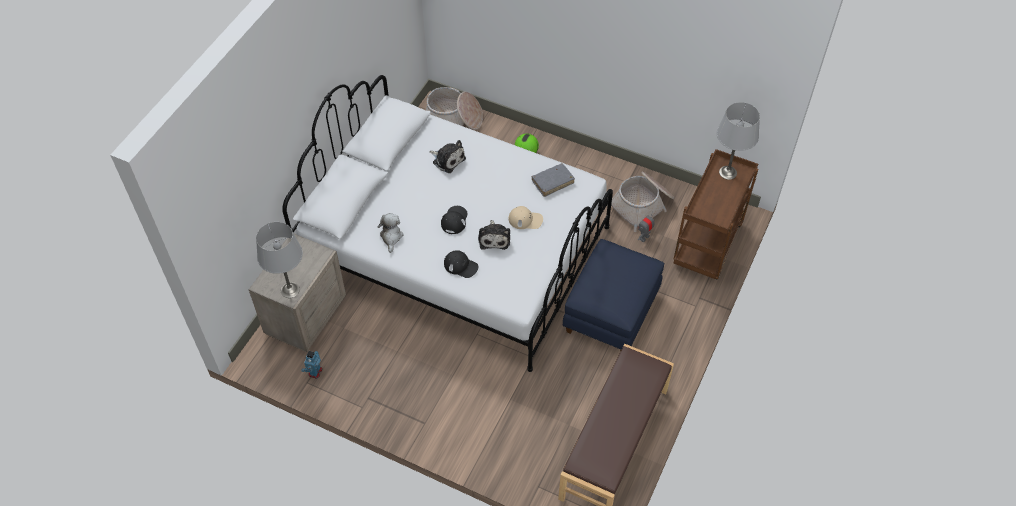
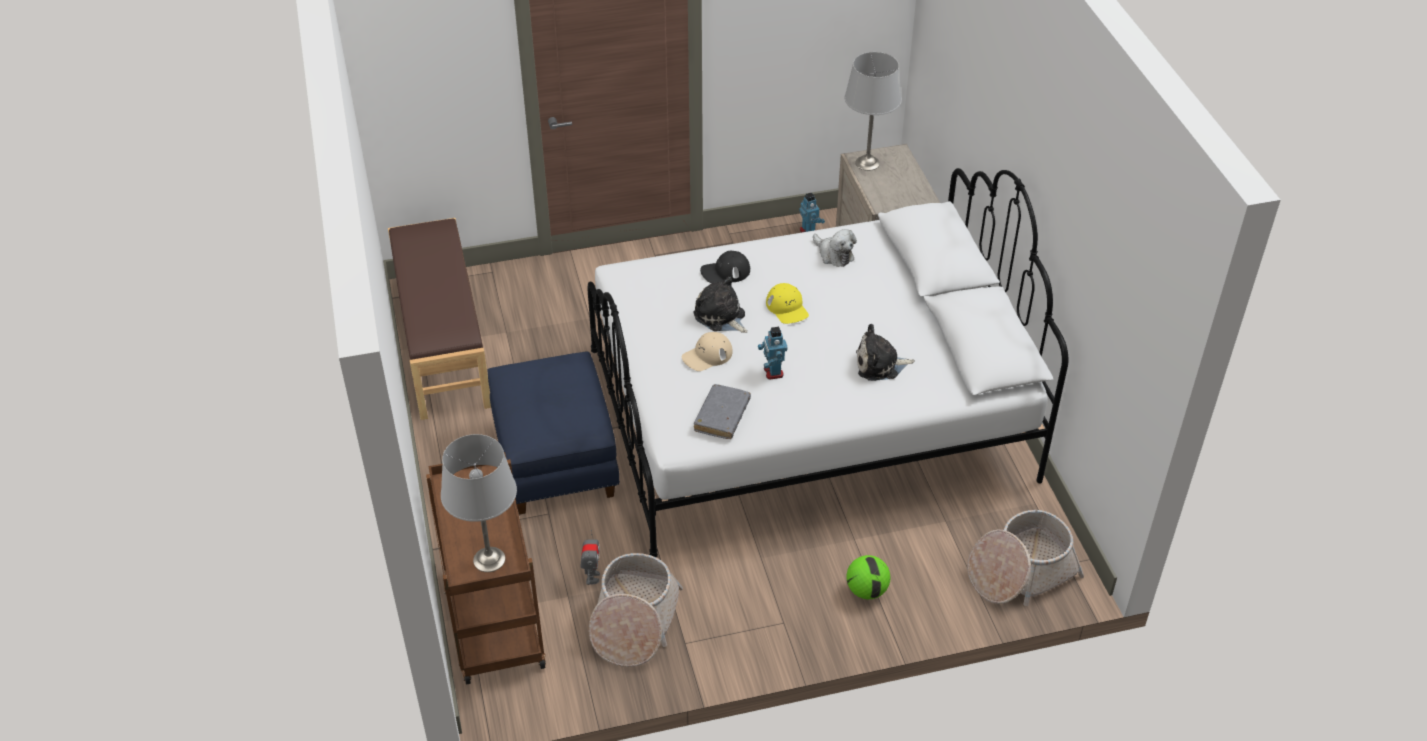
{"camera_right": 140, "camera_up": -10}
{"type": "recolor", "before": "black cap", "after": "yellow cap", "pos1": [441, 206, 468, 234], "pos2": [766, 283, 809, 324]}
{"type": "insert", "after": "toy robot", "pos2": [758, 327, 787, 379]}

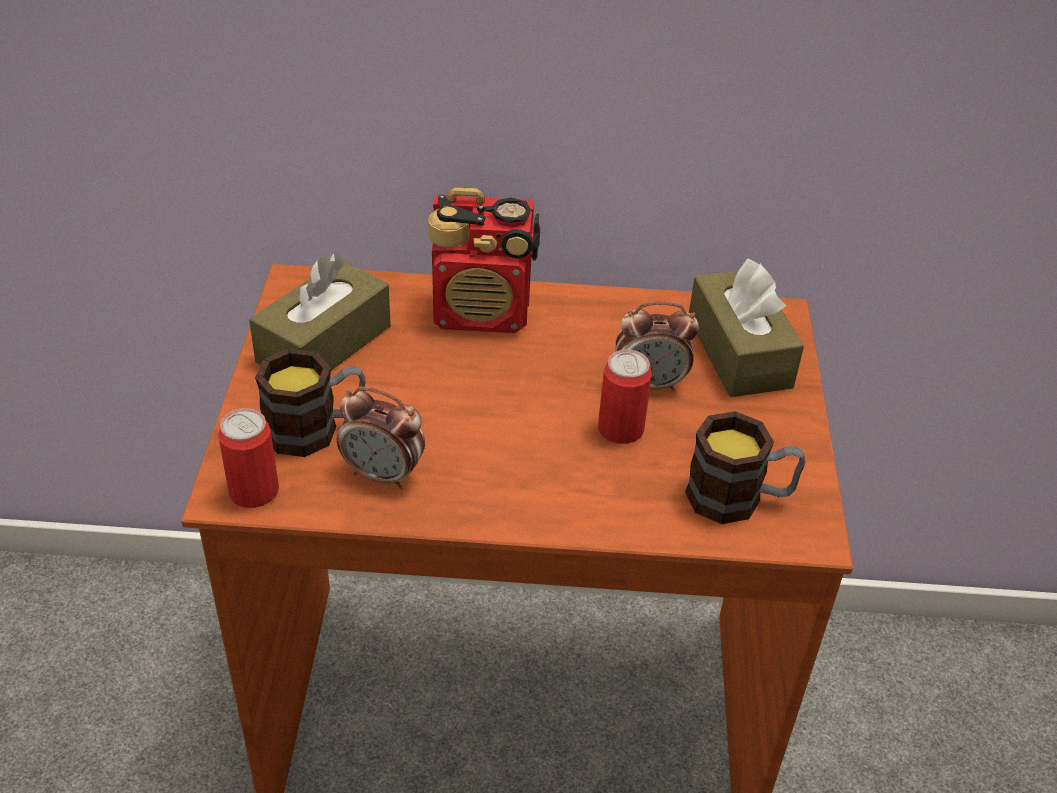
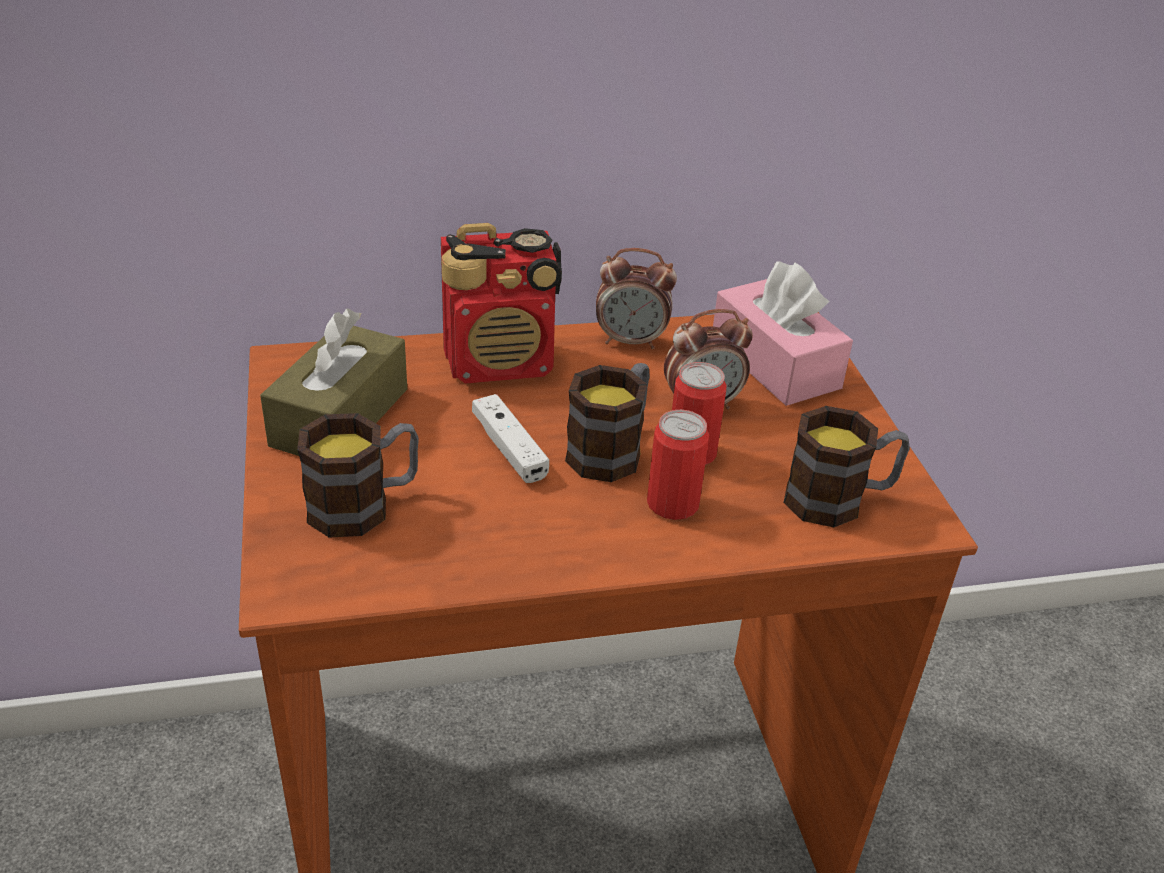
{"camera_right": -15, "camera_up": -5}
{"type": "move", "before": "can", "pos1": [218, 408, 279, 508], "pos2": [647, 410, 709, 520]}
{"type": "move", "before": "alarm clock", "pos1": [337, 387, 425, 490], "pos2": [596, 248, 677, 349]}
{"type": "recolor", "before": "brown tissue box", "after": "pink tissue box", "pos1": [689, 258, 804, 397], "pos2": [713, 261, 853, 406]}
{"type": "insert", "after": "white game controller", "pos2": [472, 394, 549, 483]}
{"type": "insert", "after": "mug", "pos2": [565, 363, 650, 482]}

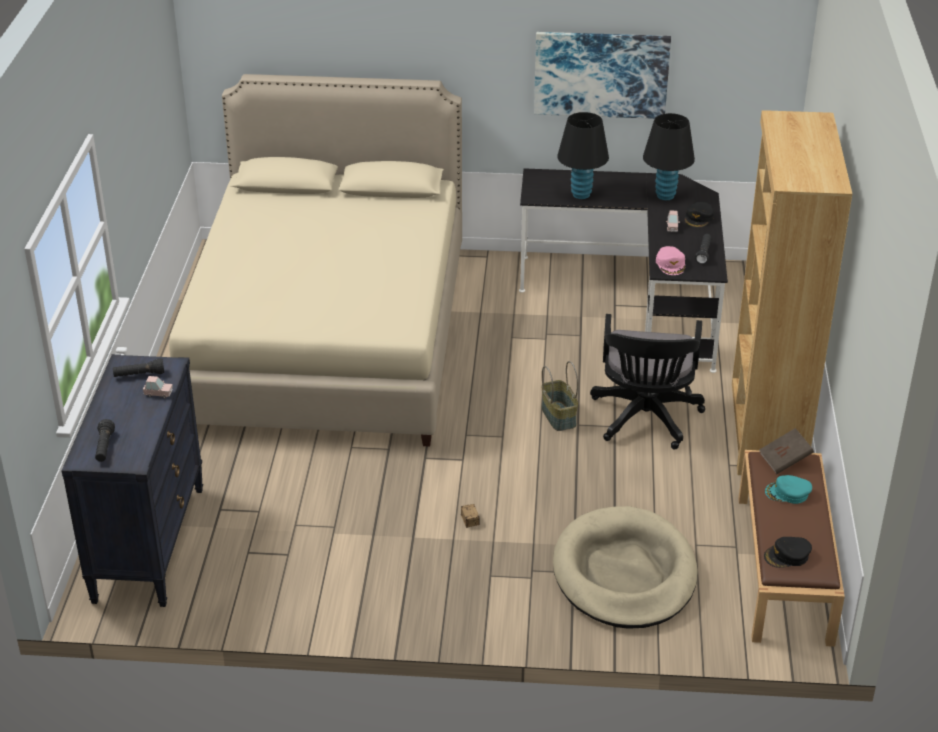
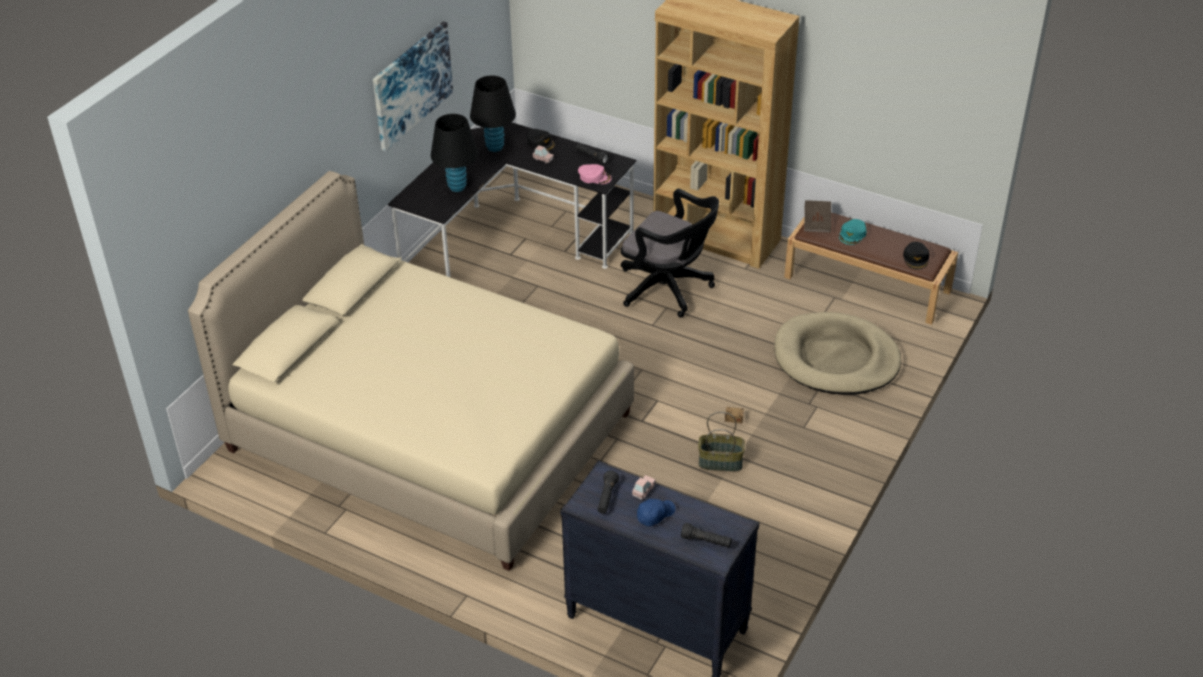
{"camera_right": -65, "camera_up": 5}
{"type": "move", "before": "basket", "pos1": [541, 361, 578, 431], "pos2": [698, 412, 745, 472]}
{"type": "insert", "after": "blue cap", "pos2": [637, 499, 675, 526]}

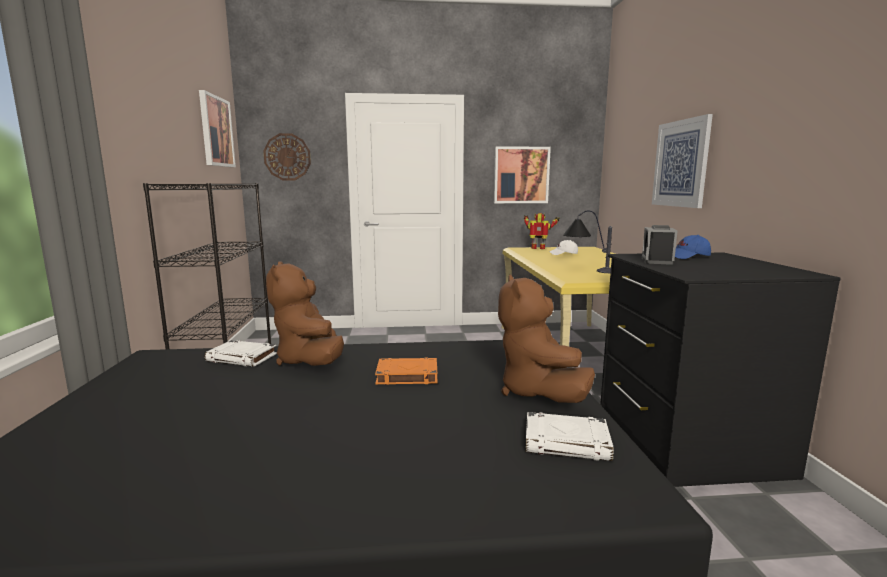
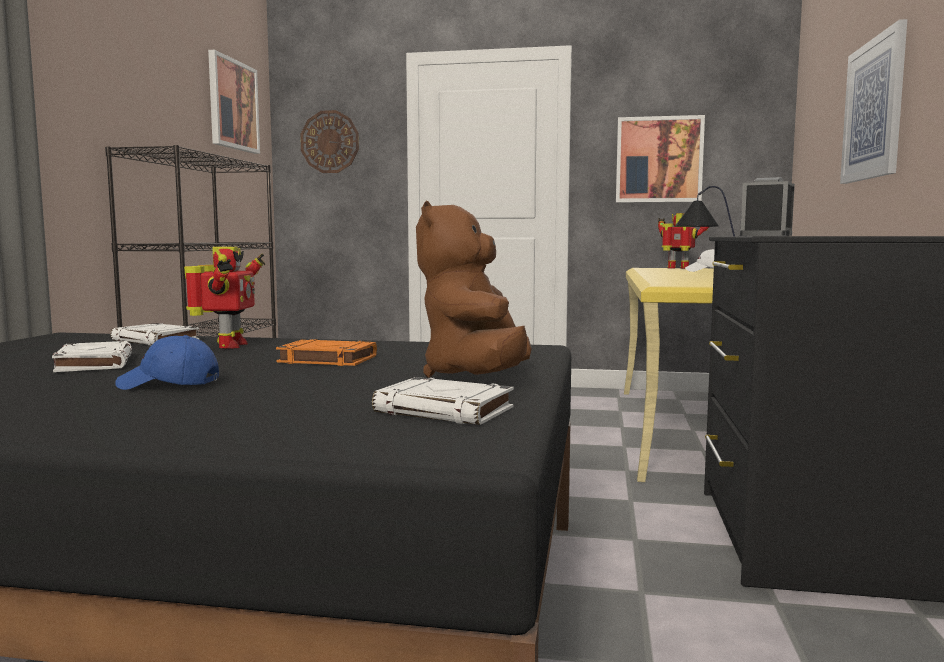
{"camera_right": 15, "camera_up": -5}
{"type": "replace", "before": "brown plush toy", "after": "toy robot", "pos1": [266, 261, 344, 366], "pos2": [184, 247, 265, 349]}
{"type": "move", "before": "blue cap", "pos1": [675, 235, 711, 259], "pos2": [115, 335, 219, 390]}
{"type": "insert", "after": "white book", "pos2": [52, 341, 132, 372]}

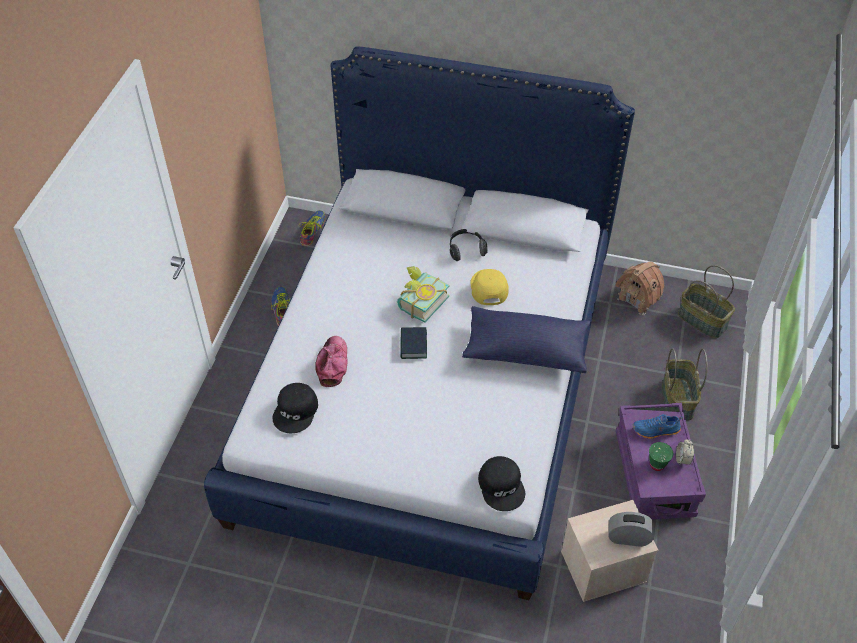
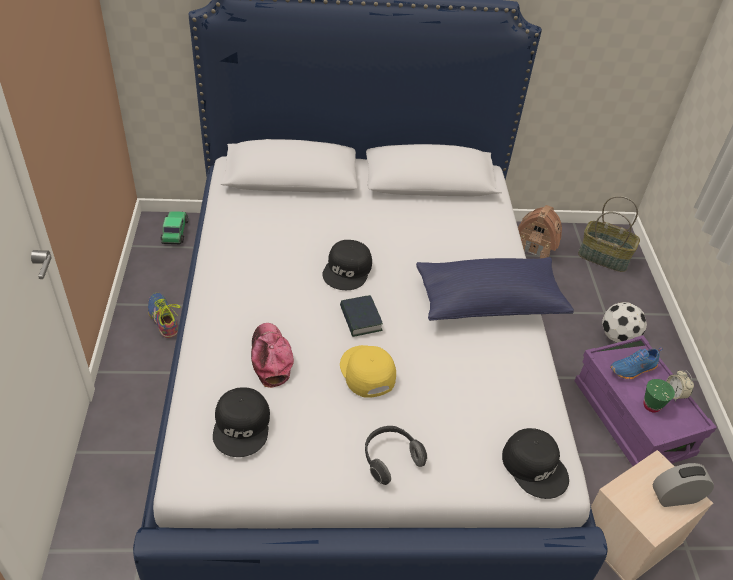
{"camera_right": -20, "camera_up": -5}
{"type": "replace", "before": "shoe", "after": "toy car", "pos1": [299, 210, 325, 246], "pos2": [161, 211, 188, 244]}
{"type": "replace", "before": "book", "after": "black cap", "pos1": [397, 266, 450, 322], "pos2": [322, 240, 372, 290]}
{"type": "move", "before": "headphones", "pos1": [450, 229, 488, 261], "pos2": [365, 426, 427, 485]}
{"type": "move", "before": "yellow cap", "pos1": [470, 269, 509, 305], "pos2": [340, 345, 396, 398]}
{"type": "replace", "before": "basket", "after": "football", "pos1": [662, 348, 708, 421], "pos2": [602, 302, 647, 343]}

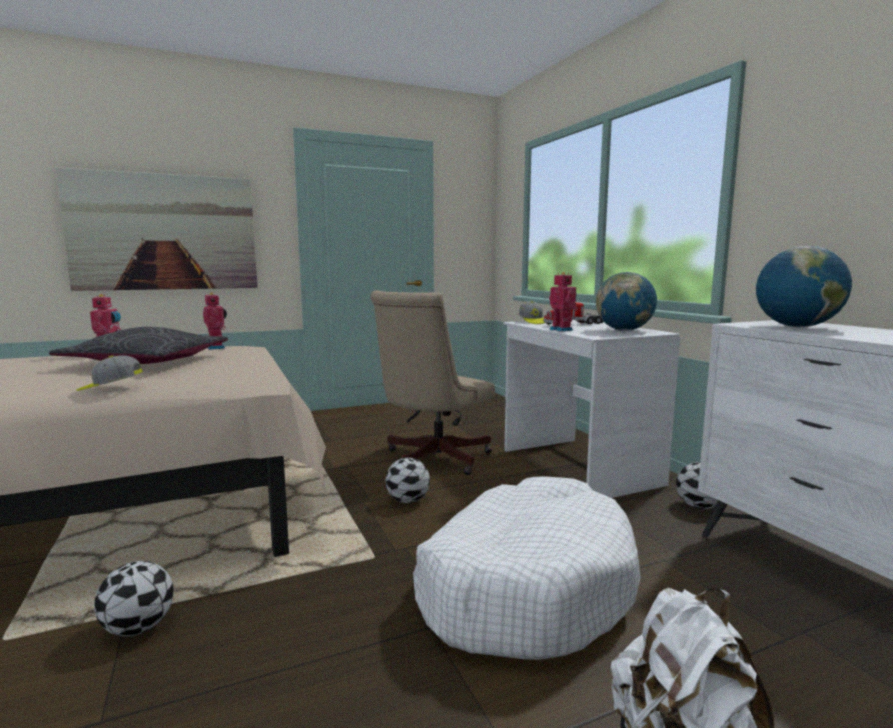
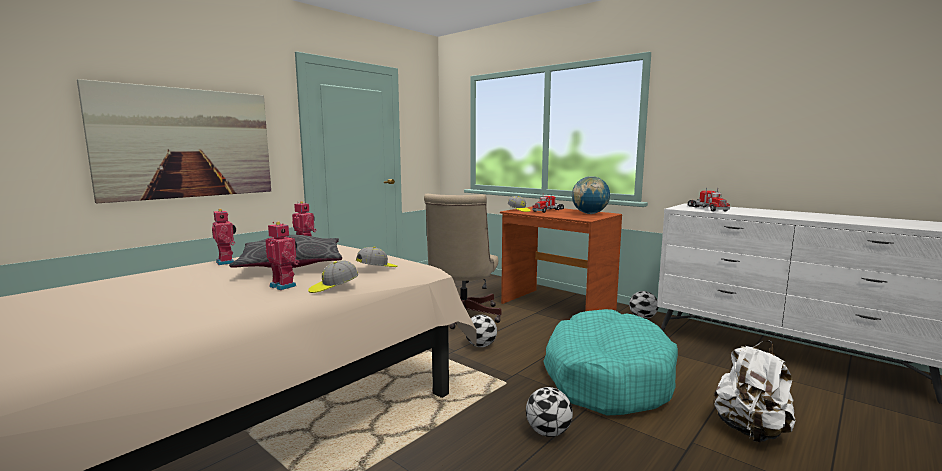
{"camera_right": -25, "camera_up": 0}
{"type": "move", "before": "football", "pos1": [94, 561, 174, 636], "pos2": [526, 387, 573, 437]}
{"type": "recolor", "before": "white dog bed", "after": "turquoise dog bed", "pos1": [413, 476, 641, 660], "pos2": [543, 309, 678, 416]}
{"type": "recolor", "before": "white desk", "after": "brown desk", "pos1": [503, 320, 680, 498], "pos2": [500, 206, 622, 311]}
{"type": "move", "before": "toy robot", "pos1": [549, 272, 578, 332], "pos2": [265, 222, 299, 290]}
{"type": "replace", "before": "globe", "after": "toy truck", "pos1": [756, 246, 852, 327], "pos2": [688, 188, 730, 212]}
{"type": "insert", "after": "cap", "pos2": [356, 246, 398, 267]}

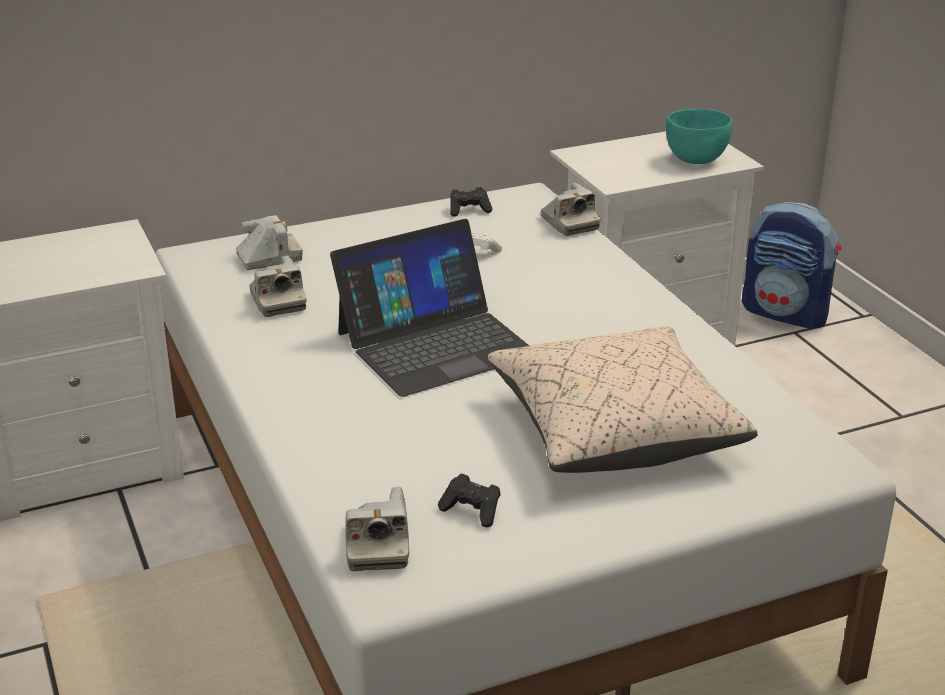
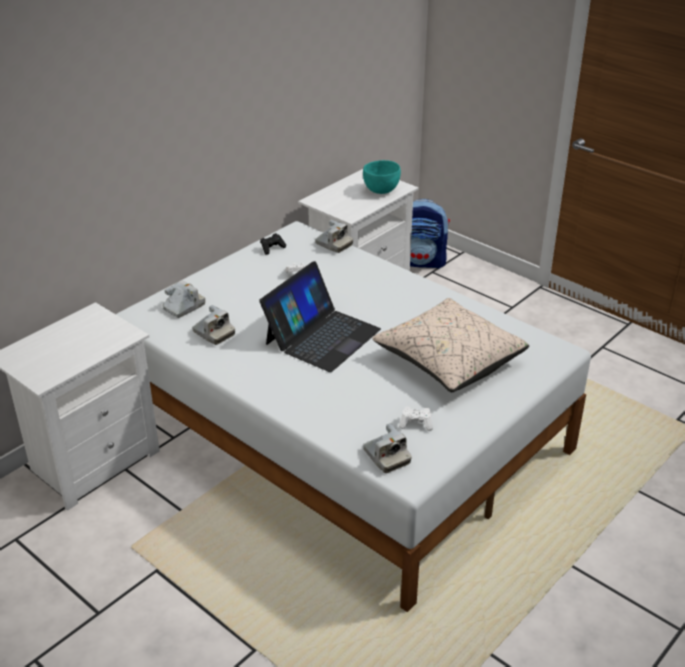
{"camera_right": -25, "camera_up": 5}
{"type": "recolor", "before": "black game controller", "after": "white game controller", "pos1": [438, 474, 501, 527], "pos2": [399, 407, 433, 431]}

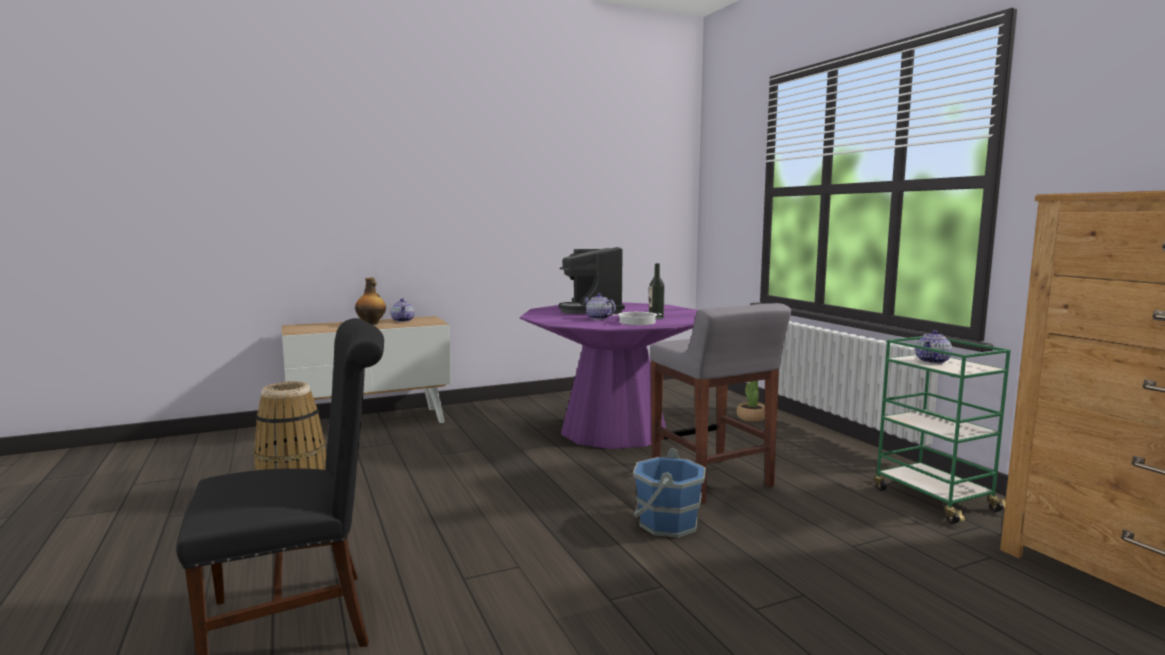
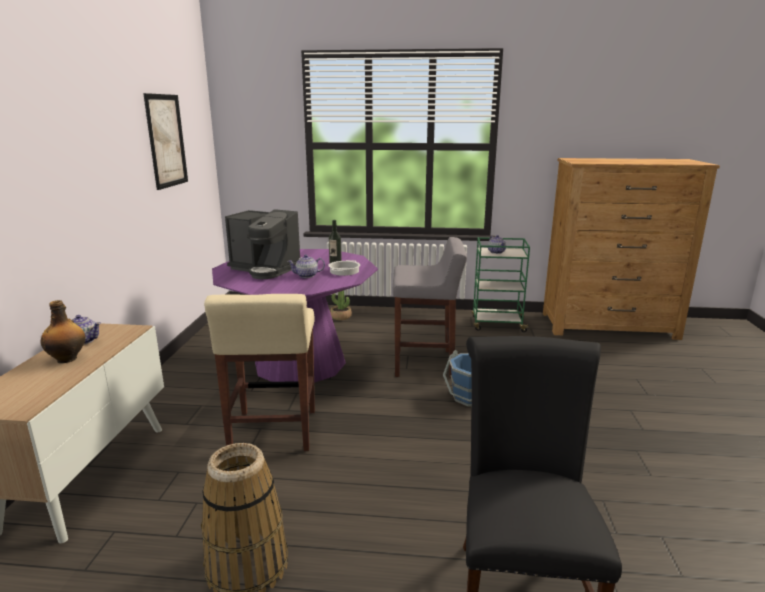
{"camera_right": -60, "camera_up": 10}
{"type": "insert", "after": "picture", "pos2": [143, 93, 188, 190]}
{"type": "insert", "after": "beige stool", "pos2": [204, 294, 315, 451]}

